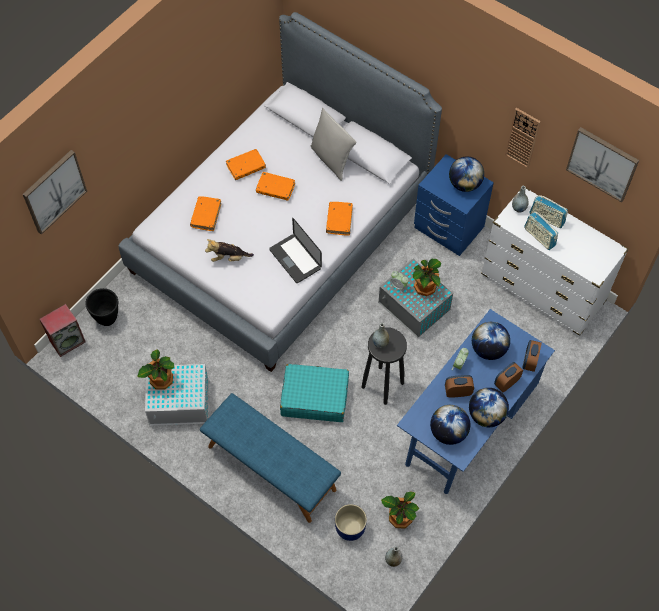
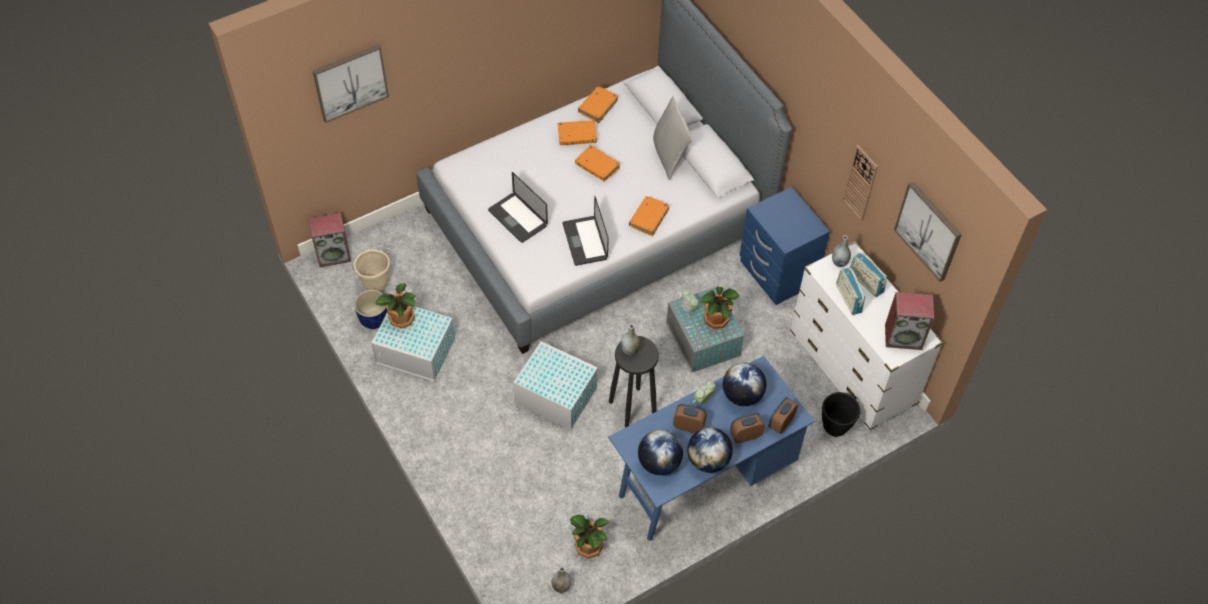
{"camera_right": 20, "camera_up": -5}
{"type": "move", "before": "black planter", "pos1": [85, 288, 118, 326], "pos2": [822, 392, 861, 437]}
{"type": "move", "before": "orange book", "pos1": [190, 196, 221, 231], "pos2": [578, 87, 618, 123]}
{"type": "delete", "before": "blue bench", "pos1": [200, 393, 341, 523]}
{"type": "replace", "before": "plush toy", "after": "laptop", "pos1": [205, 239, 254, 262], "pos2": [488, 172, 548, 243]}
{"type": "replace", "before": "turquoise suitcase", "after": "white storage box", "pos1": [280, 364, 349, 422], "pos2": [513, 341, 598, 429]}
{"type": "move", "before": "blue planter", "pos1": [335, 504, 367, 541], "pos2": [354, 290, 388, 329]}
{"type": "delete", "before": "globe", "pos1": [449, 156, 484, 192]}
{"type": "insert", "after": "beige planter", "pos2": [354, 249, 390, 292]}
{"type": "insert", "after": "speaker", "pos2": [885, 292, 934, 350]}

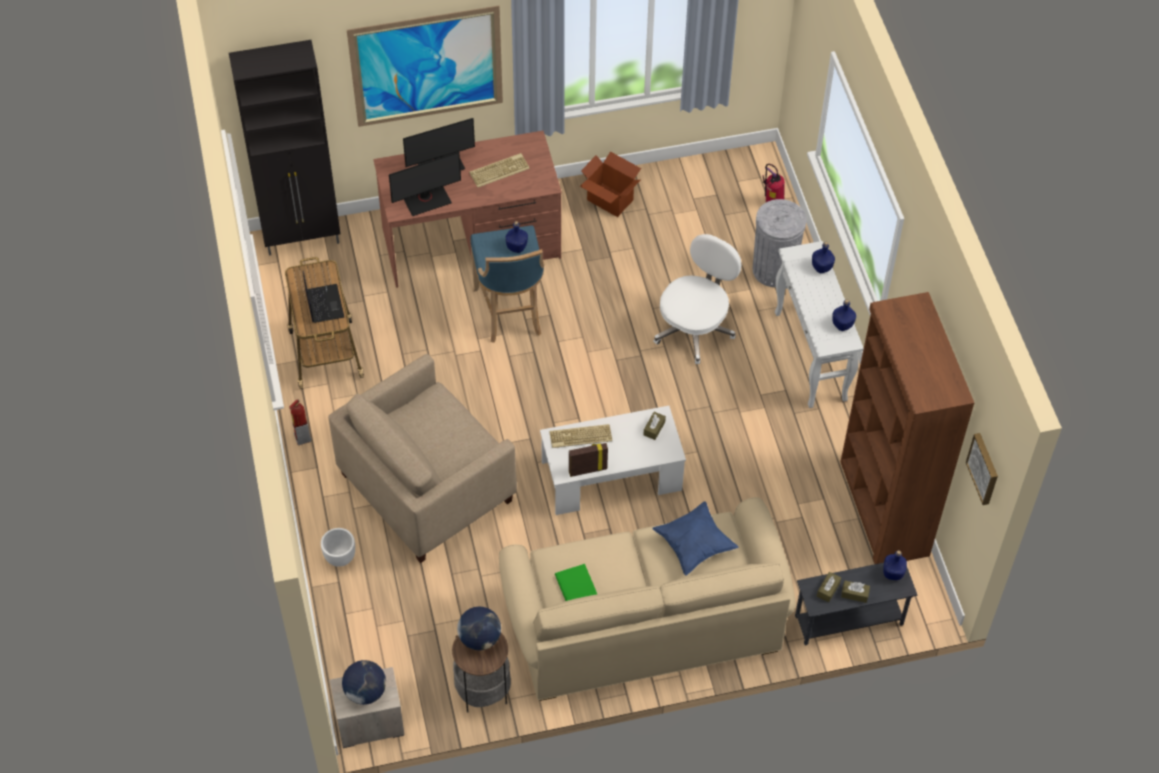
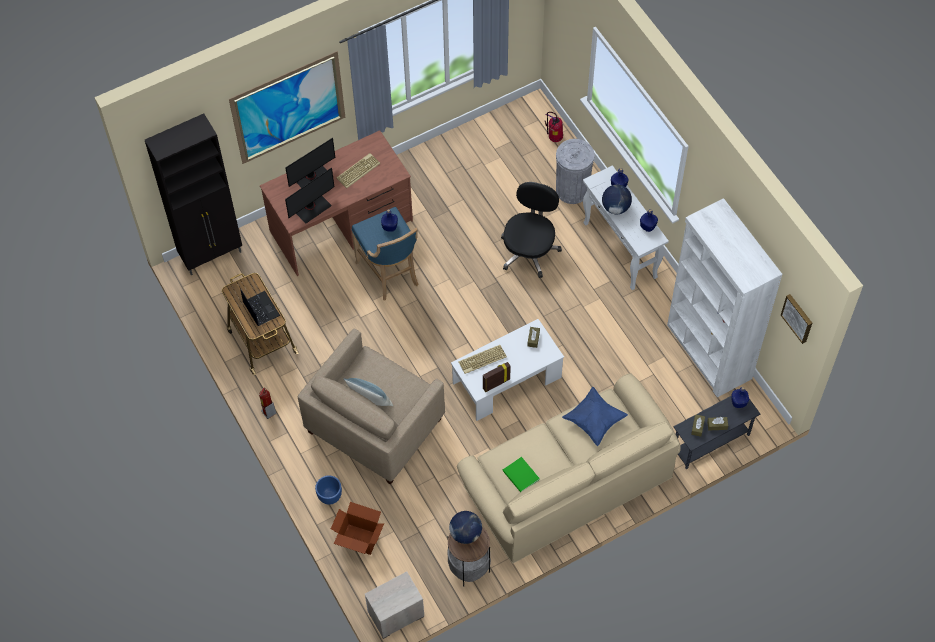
{"camera_right": -15, "camera_up": 5}
{"type": "recolor", "before": "white planter", "after": "blue planter", "pos1": [321, 528, 355, 567], "pos2": [315, 475, 342, 505]}
{"type": "move", "before": "globe", "pos1": [342, 660, 386, 705], "pos2": [602, 184, 632, 214]}
{"type": "move", "before": "cardboard box", "pos1": [580, 151, 641, 217], "pos2": [331, 502, 384, 555]}
{"type": "recolor", "before": "white office chair", "after": "black office chair", "pos1": [653, 234, 741, 364], "pos2": [501, 182, 562, 278]}
{"type": "recolor", "before": "brown bookcase", "after": "white bookcase", "pos1": [840, 292, 974, 564], "pos2": [667, 198, 782, 397]}
{"type": "insert", "after": "pillow", "pos2": [343, 378, 393, 406]}

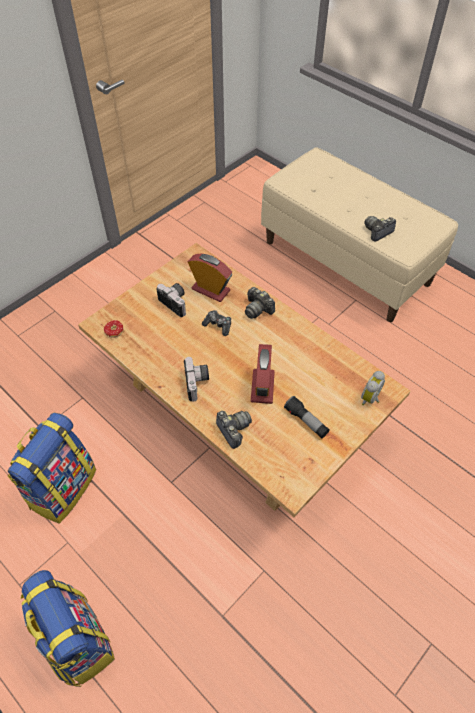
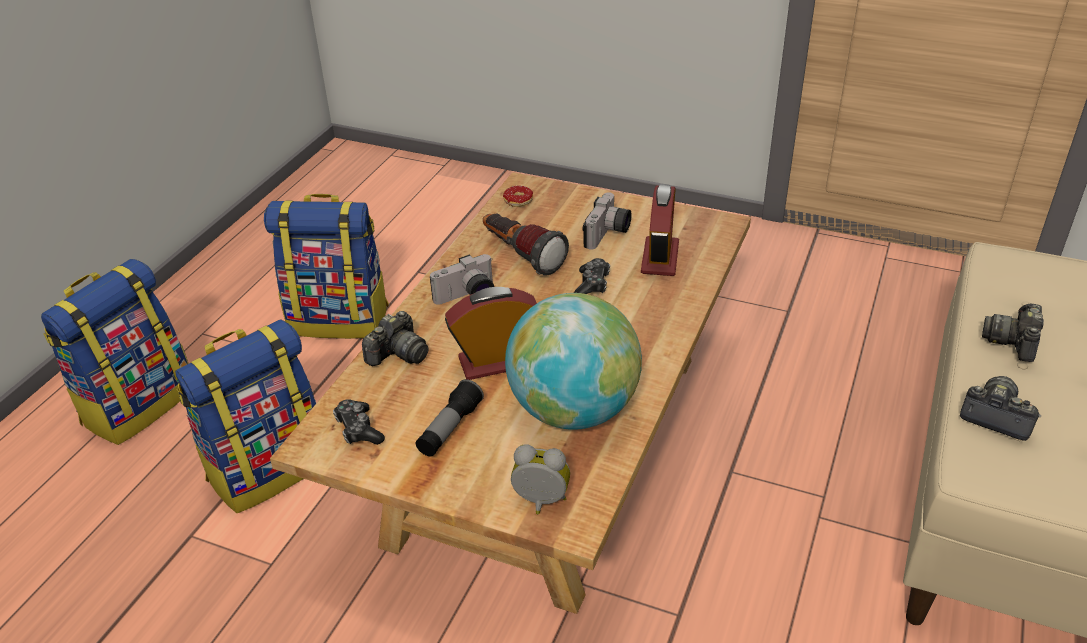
{"camera_right": 70, "camera_up": -15}
{"type": "move", "before": "photo camera", "pos1": [245, 287, 275, 319], "pos2": [982, 304, 1044, 362]}
{"type": "insert", "after": "backpack", "pos2": [175, 320, 316, 513]}
{"type": "insert", "after": "game controller", "pos2": [333, 399, 385, 445]}
{"type": "insert", "after": "flashlight", "pos2": [483, 214, 569, 275]}
{"type": "insert", "after": "globe", "pos2": [505, 293, 642, 430]}

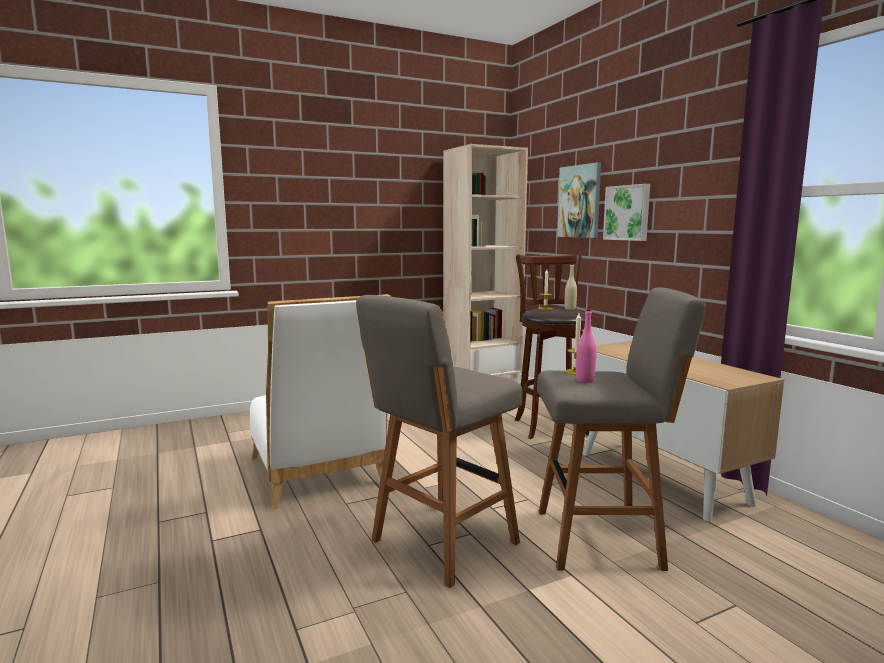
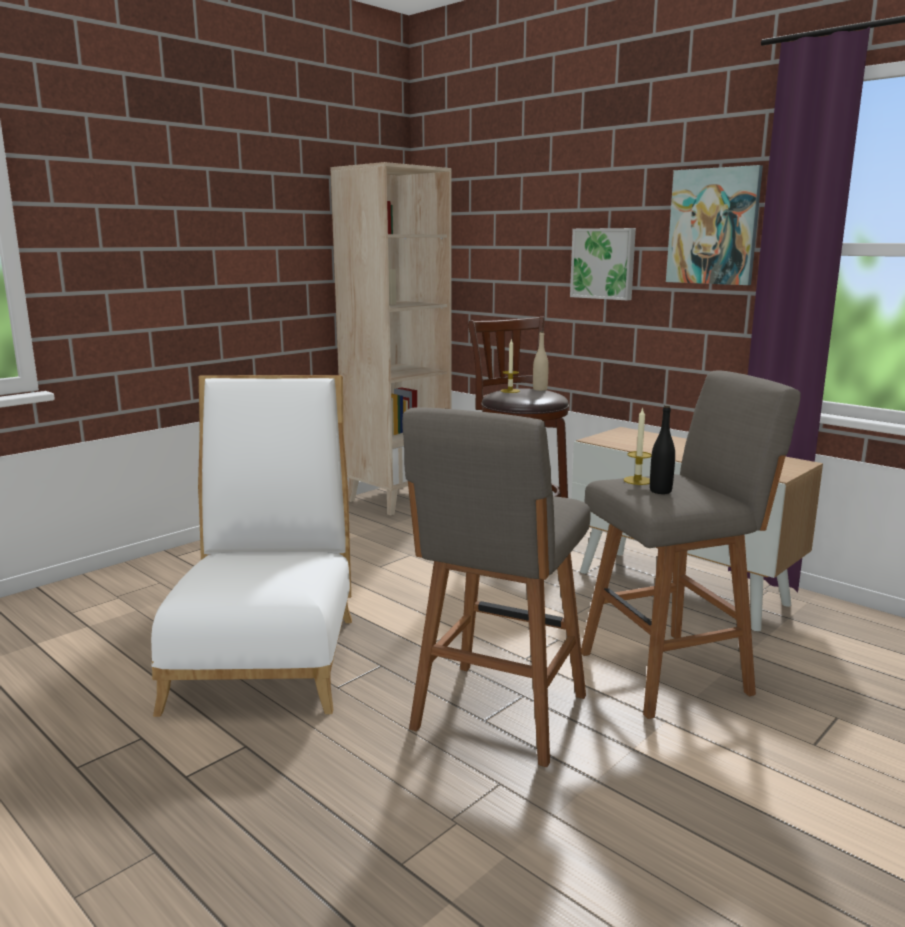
{"camera_right": -20, "camera_up": 5}
{"type": "rotate", "before": "white chair", "pos1": [250, 294, 391, 510], "pos2": [151, 375, 352, 717], "turn": -135}
{"type": "move", "before": "picture", "pos1": [557, 162, 601, 238], "pos2": [666, 165, 763, 285]}
{"type": "recolor", "before": "pink bottle", "after": "black bottle", "pos1": [576, 309, 596, 383], "pos2": [650, 405, 675, 494]}

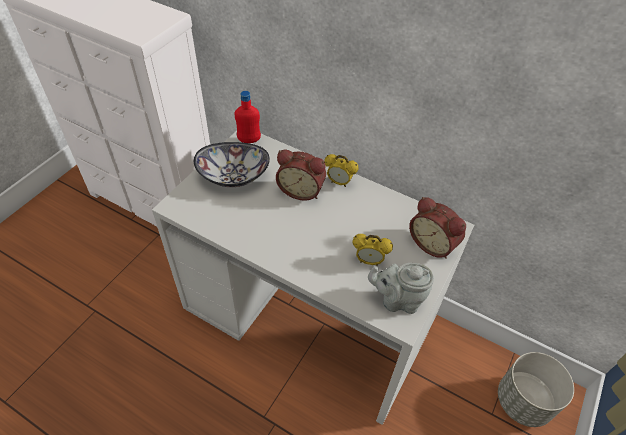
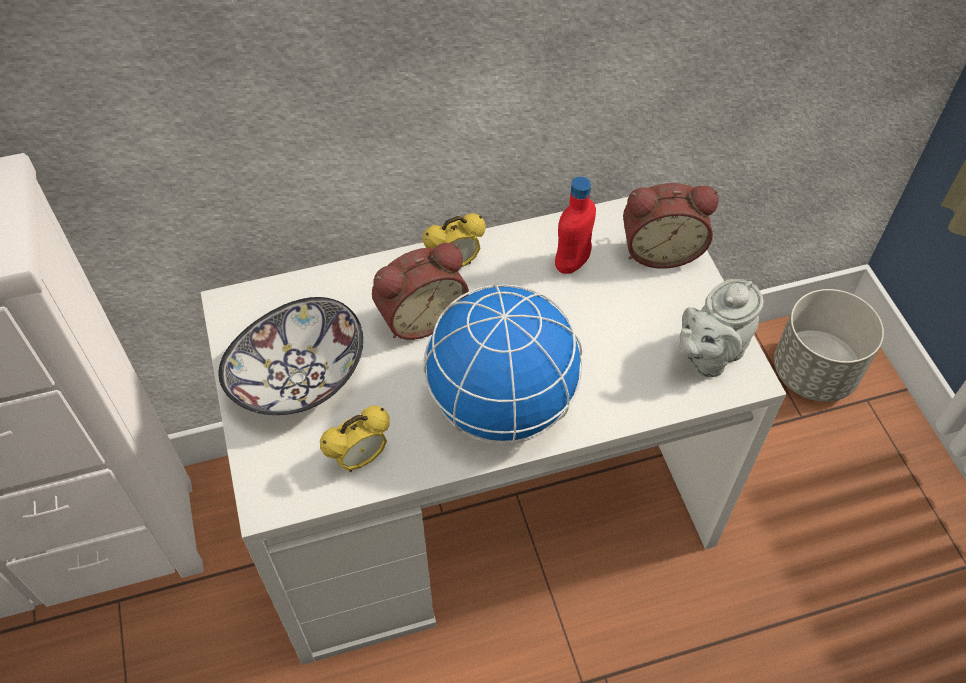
{"camera_right": -45, "camera_up": 5}
{"type": "move", "before": "red bottle", "pos1": [235, 91, 261, 143], "pos2": [555, 177, 596, 274]}
{"type": "move", "before": "alarm clock", "pos1": [353, 234, 393, 266], "pos2": [320, 405, 390, 472]}
{"type": "insert", "after": "globe", "pos2": [423, 284, 584, 444]}

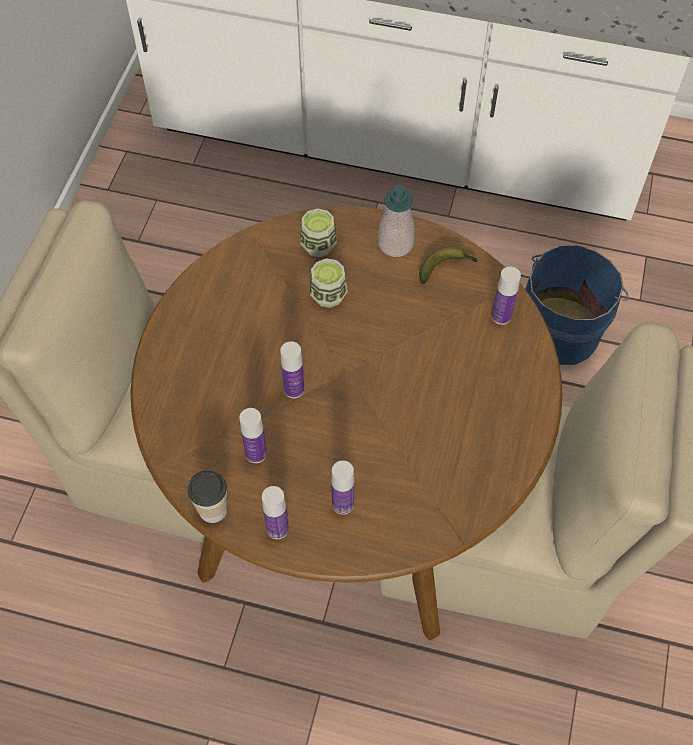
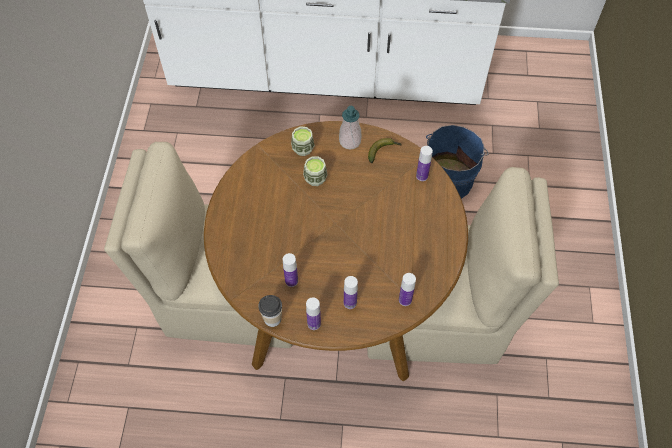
{"camera_right": -10, "camera_up": 0}
{"type": "move", "before": "bottle", "pos1": [280, 341, 304, 398], "pos2": [399, 273, 416, 306]}

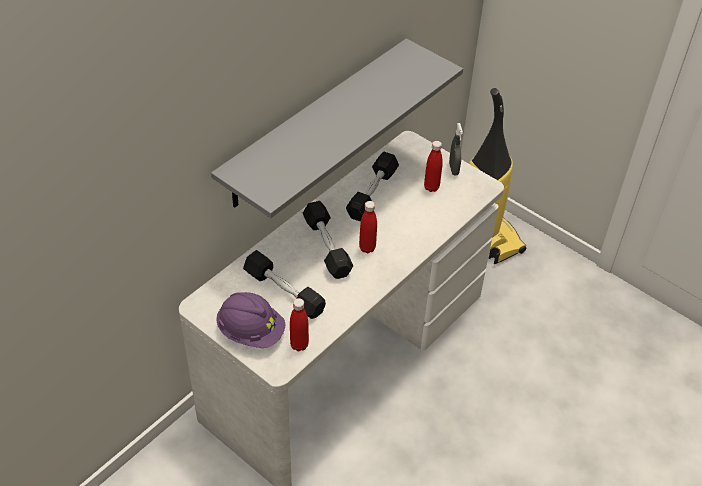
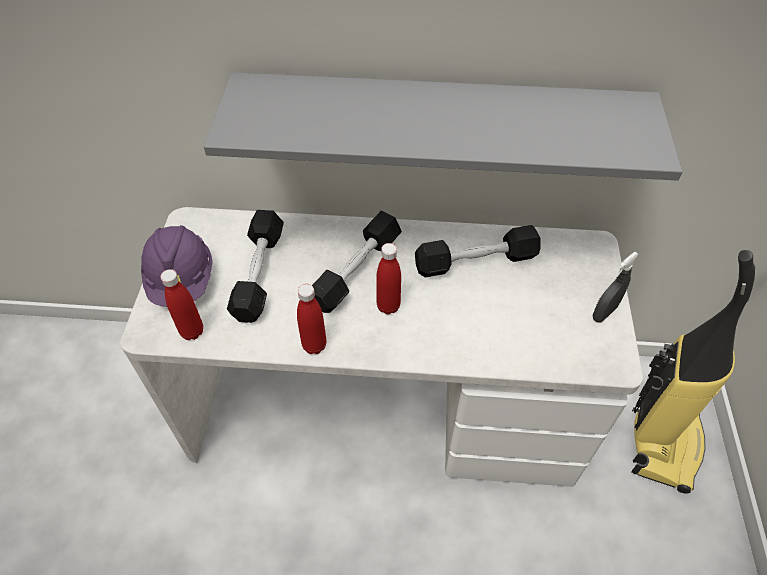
{"camera_right": 55, "camera_up": 5}
{"type": "move", "before": "red bottle", "pos1": [424, 141, 443, 192], "pos2": [297, 284, 326, 354]}

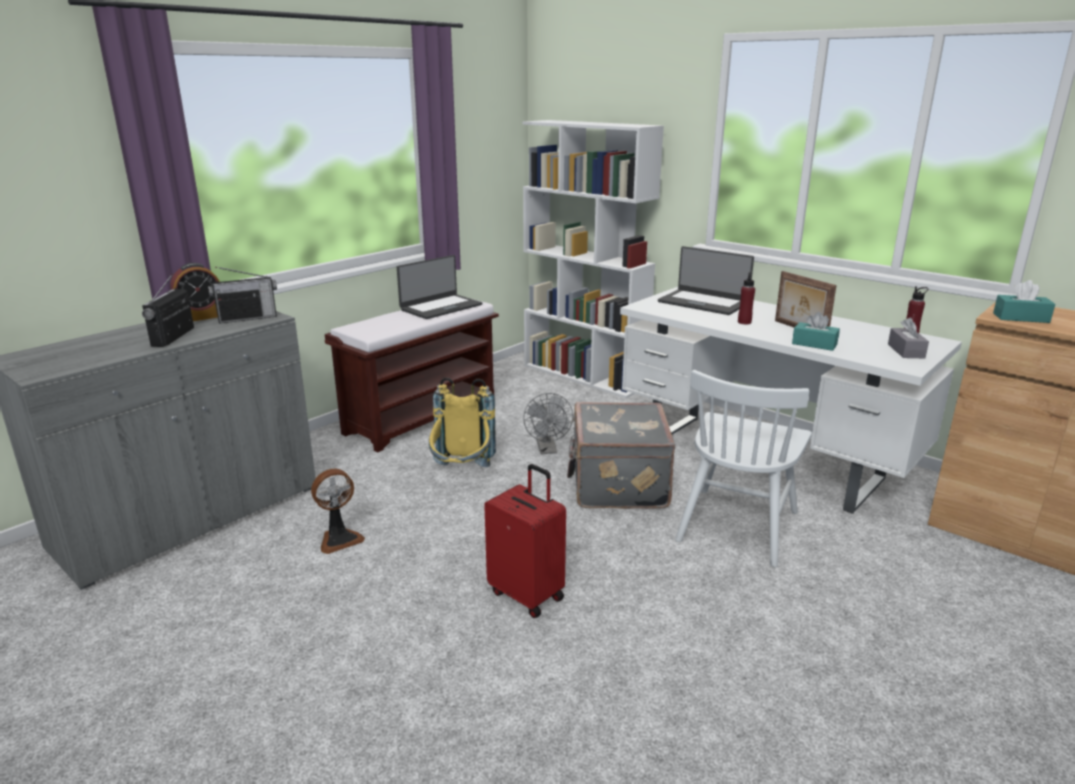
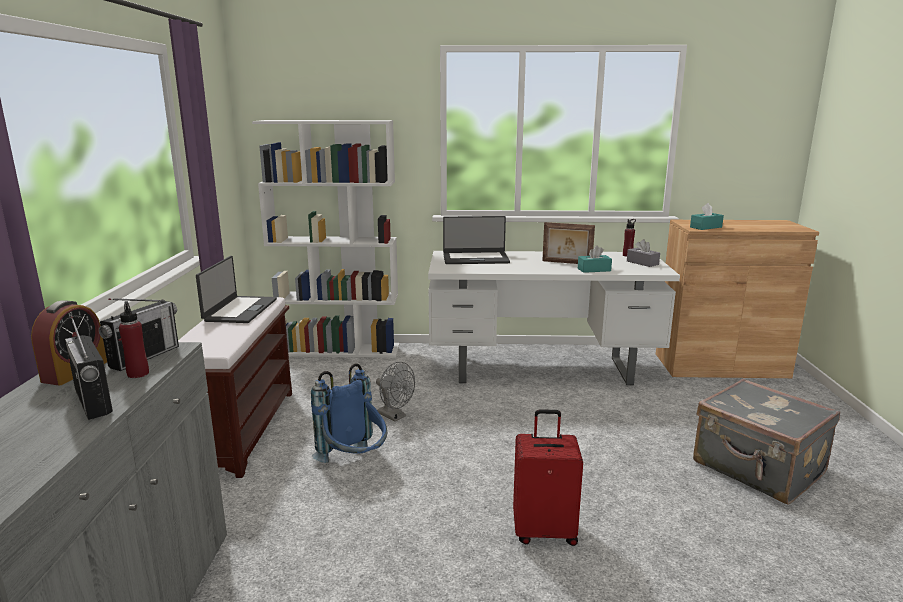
{"camera_right": -40, "camera_up": -5}
{"type": "delete", "before": "fan", "pos1": [311, 469, 365, 554]}
{"type": "recolor", "before": "yellow backpack", "after": "blue backpack", "pos1": [429, 377, 496, 467], "pos2": [311, 363, 387, 463]}
{"type": "move", "before": "grey suitcase", "pos1": [567, 402, 675, 509], "pos2": [693, 379, 840, 505]}
{"type": "delete", "before": "white chair", "pos1": [675, 370, 812, 567]}
{"type": "move", "before": "red bottle", "pos1": [738, 272, 755, 324], "pos2": [119, 301, 149, 378]}

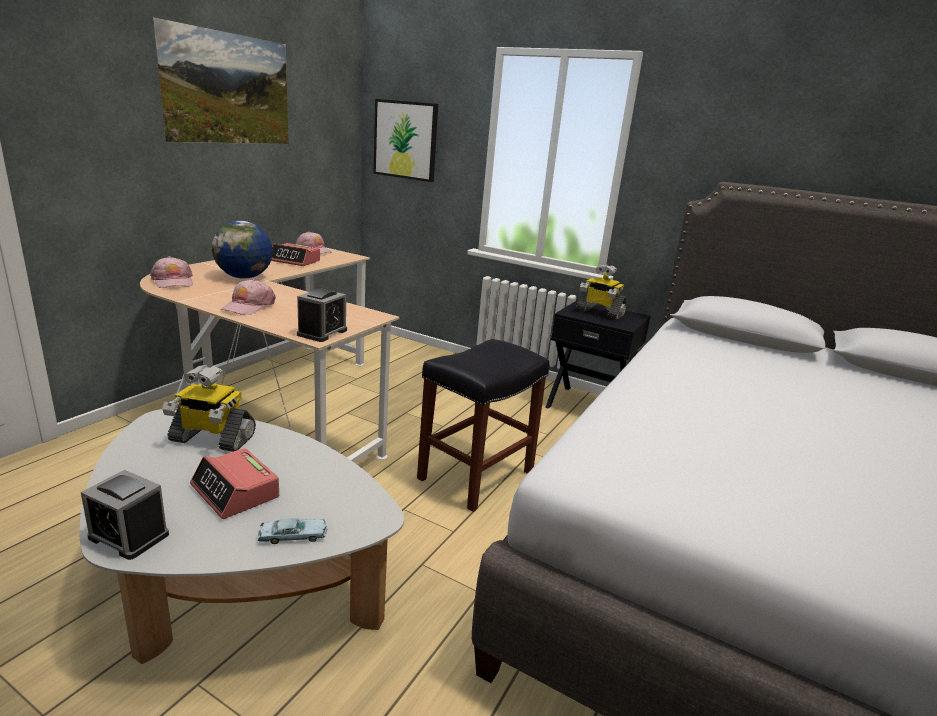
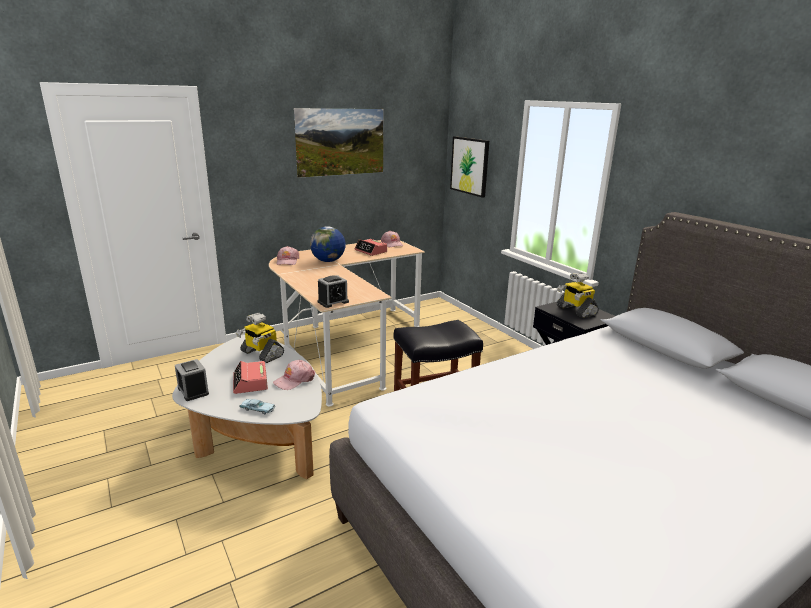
{"camera_right": 30, "camera_up": 0}
{"type": "move", "before": "pink cap", "pos1": [220, 279, 276, 315], "pos2": [273, 360, 315, 390]}

